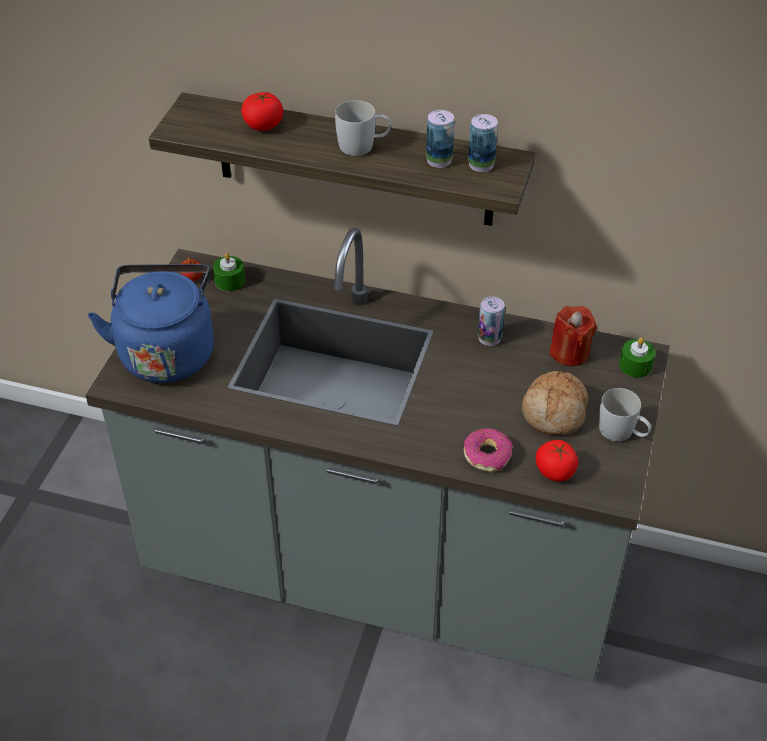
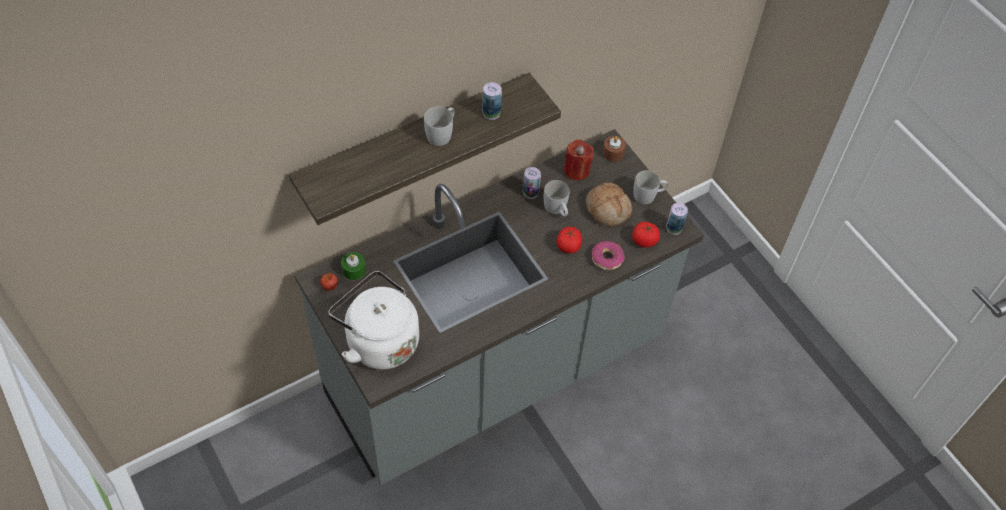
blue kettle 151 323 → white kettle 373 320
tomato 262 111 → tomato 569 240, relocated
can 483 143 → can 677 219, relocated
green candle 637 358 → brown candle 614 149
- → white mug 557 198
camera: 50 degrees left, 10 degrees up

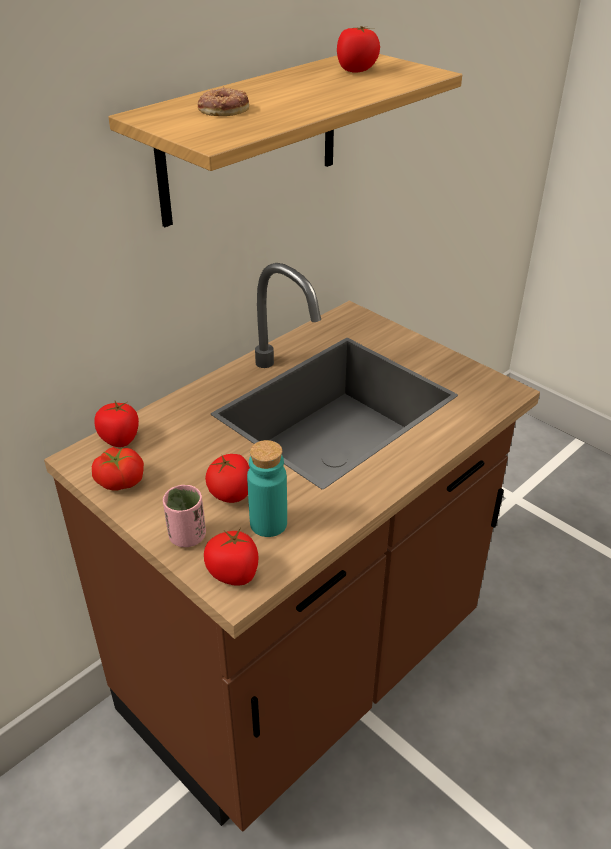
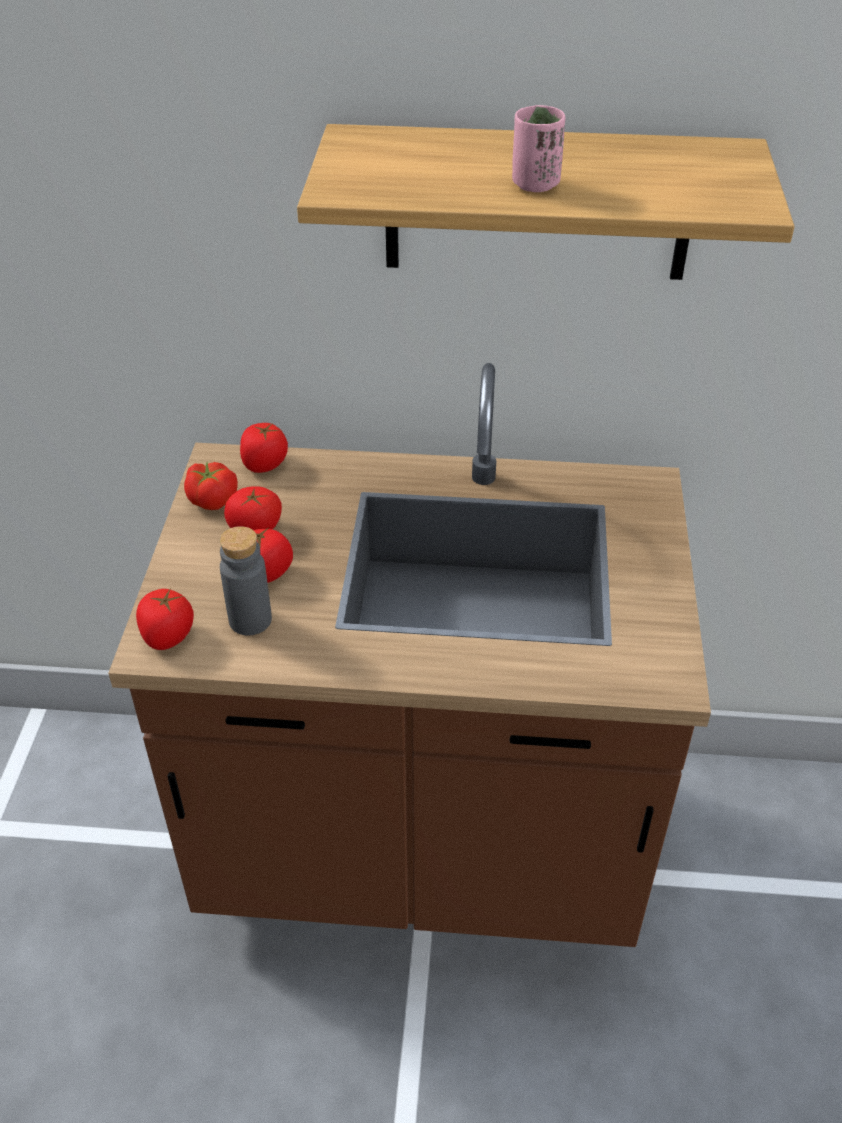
pink cup 184 516 → pink cup 539 148, relocated
donut 223 101 → -
turquoise bottle 267 488 → grey bottle 246 580
tomato 358 49 → tomato 253 508, relocated
camera: 50 degrees right, 5 degrees up

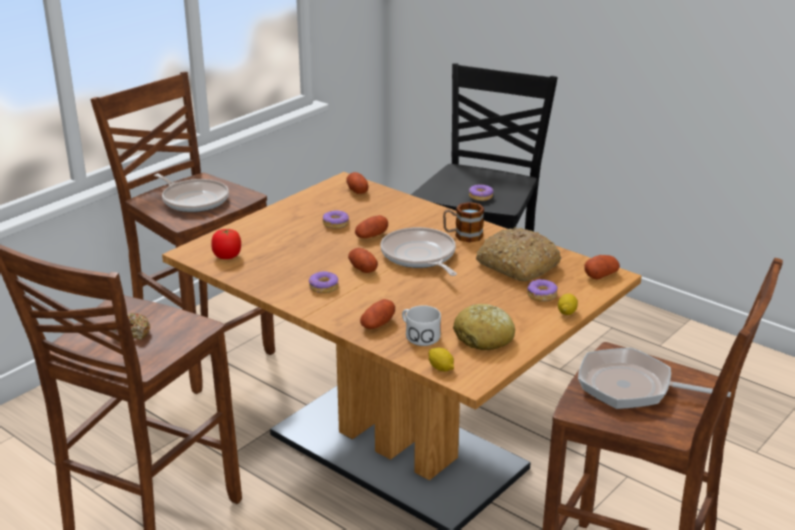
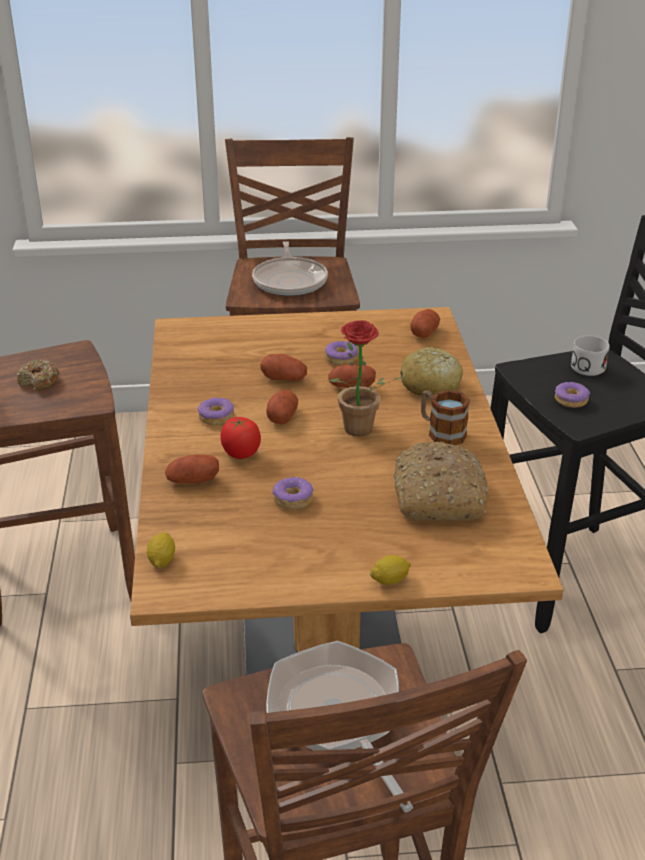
tomato 226 244 → tomato 240 438, relocated
frying pan 418 251 → potted plant 365 378
white mug 421 325 → white mug 590 356, relocated
bread 484 327 → bread 431 372, relocated
donut 542 290 → donut 292 493, relocated
potato 602 267 → potato 283 367, relocated
camera: 45 degrees right, 5 degrees up

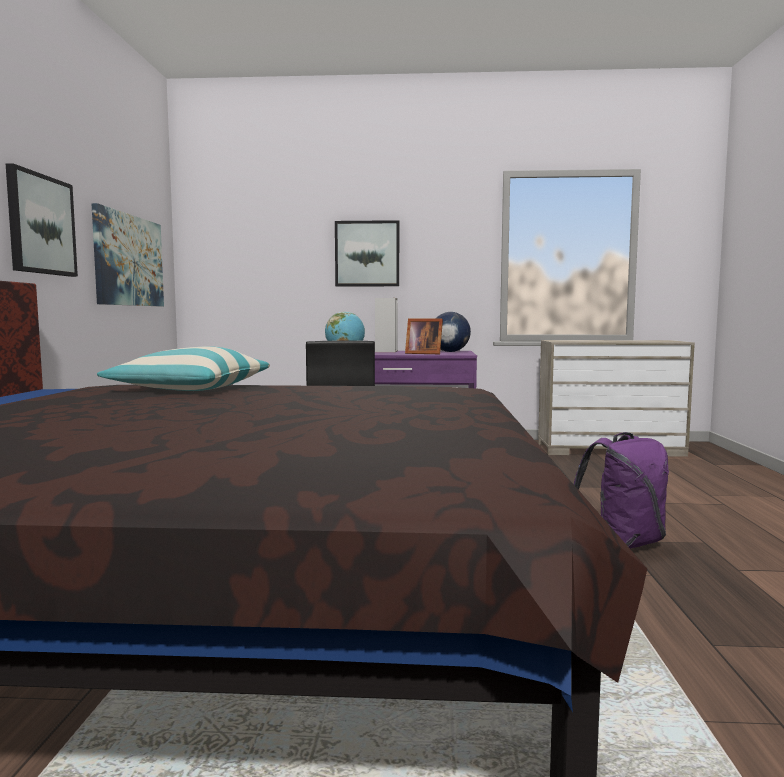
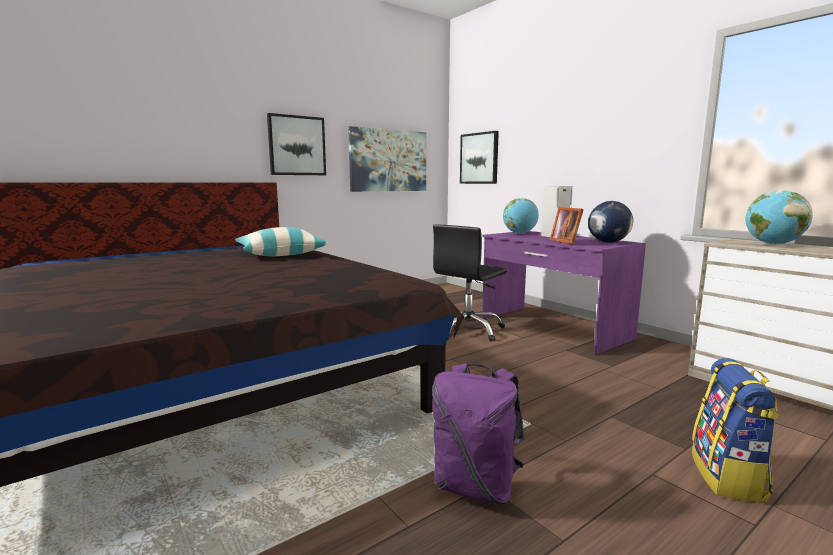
picture 367 253 → picture 479 157, relocated
- → backpack 736 430
- → globe 779 217
camera: 50 degrees right, 5 degrees up

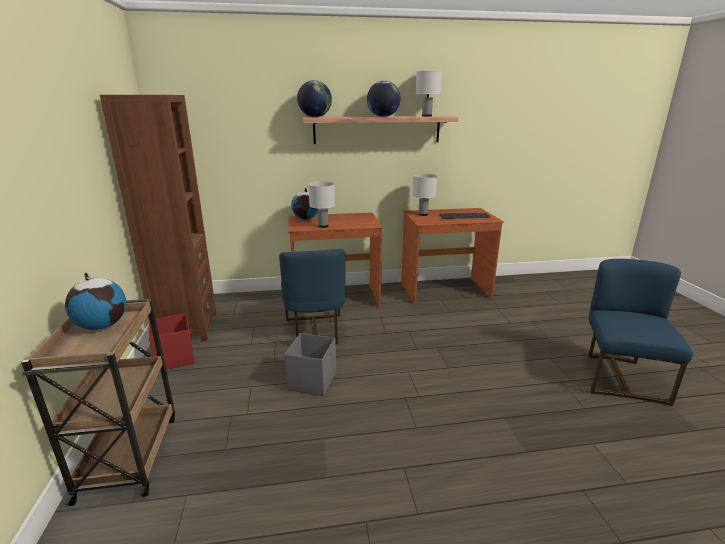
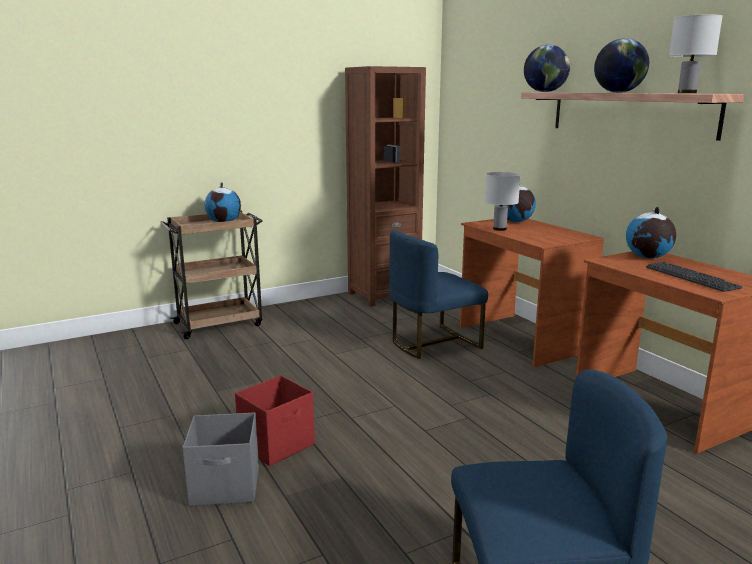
red storage box 172 342 → red storage box 275 420, relocated
grey storage box 310 364 → grey storage box 220 459, relocated
white table lamp 424 195 → globe 651 233
camera: 70 degrees right, 5 degrees down

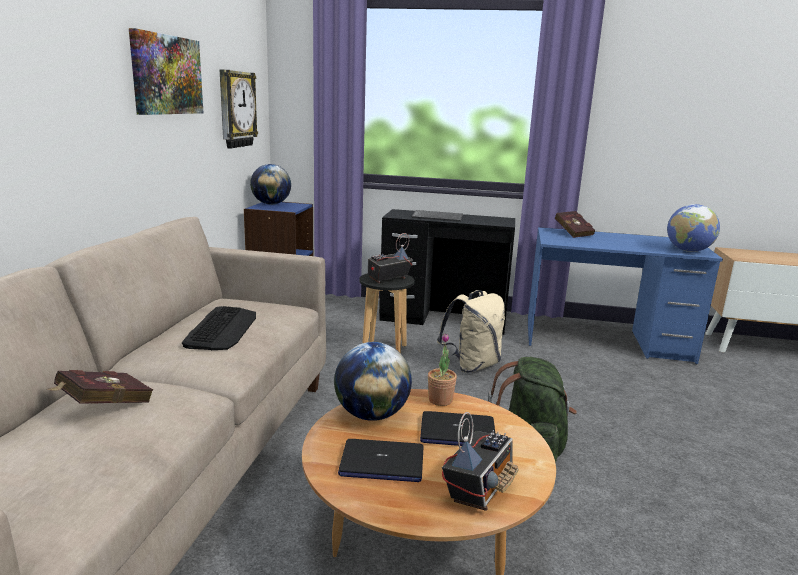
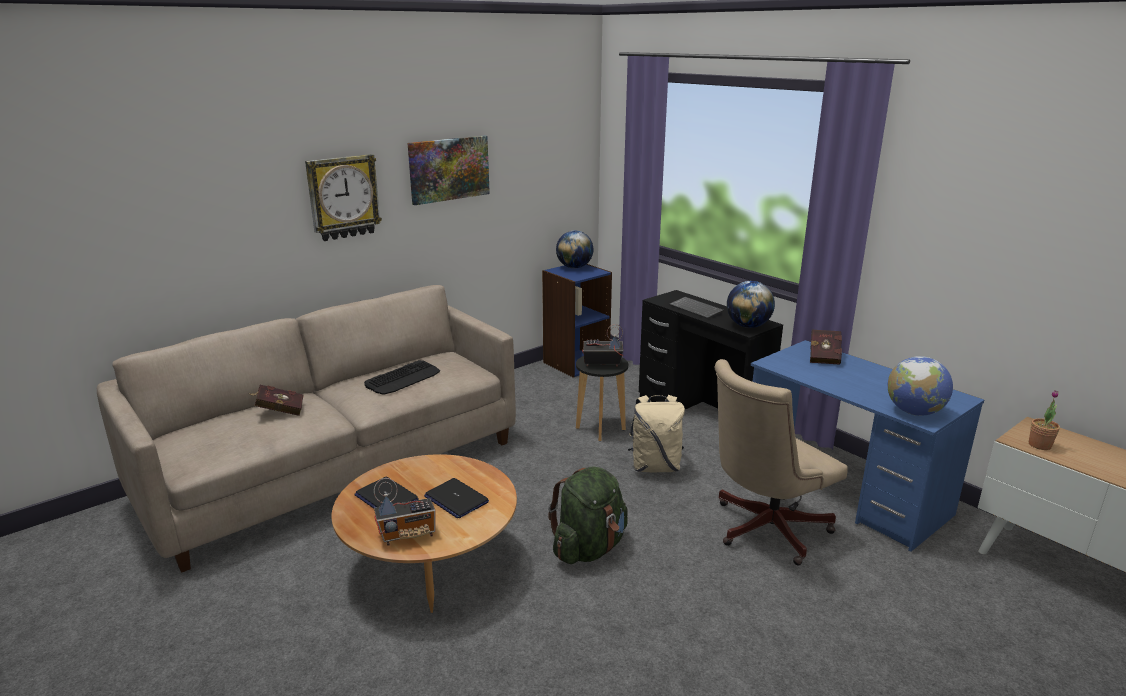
wall clock 239 109 → wall clock 343 197, relocated
globe 373 381 → globe 751 304, relocated
potted plant 442 369 → potted plant 1044 420, relocated
- → beige office chair 781 462
camera: 40 degrees right, 5 degrees up

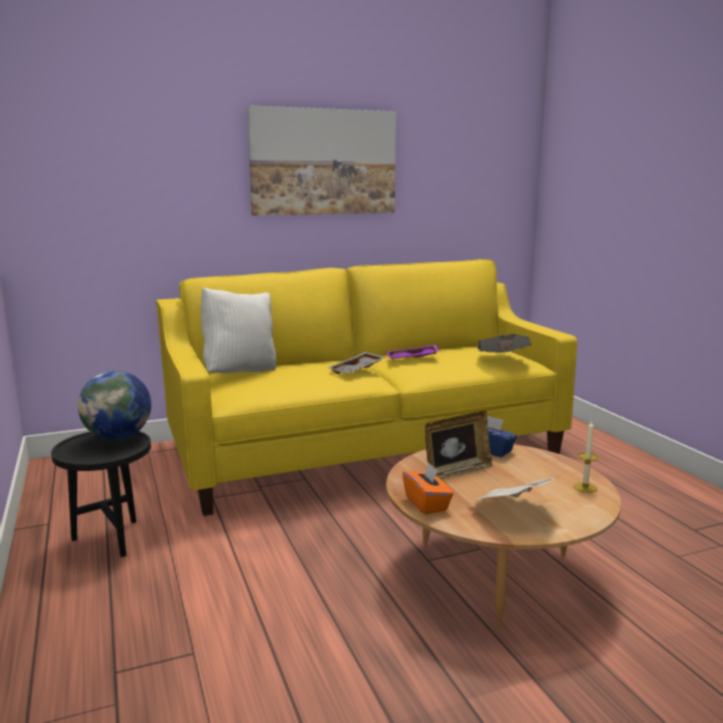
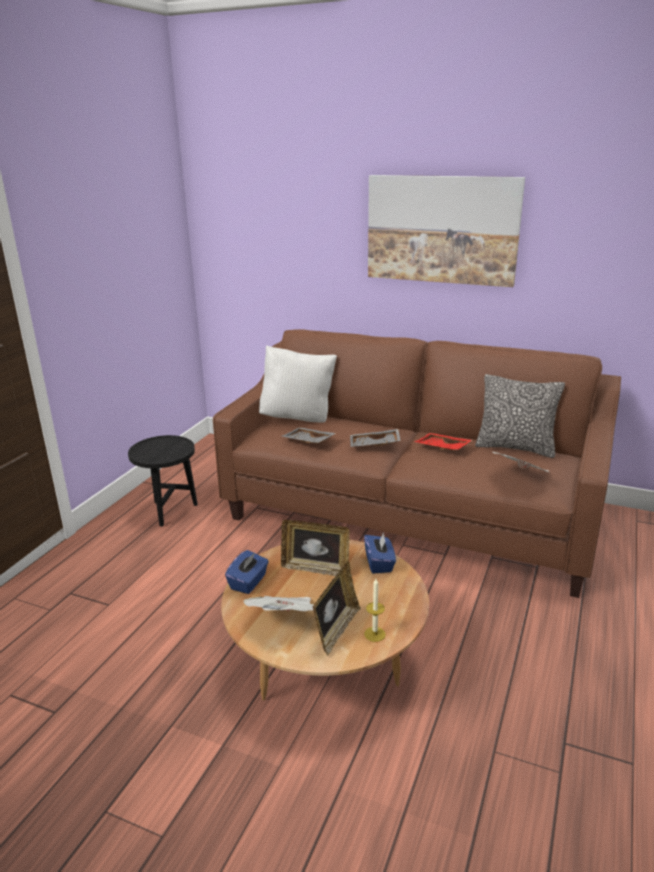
globe 114 405 → -
yellow sofa 366 387 → brown sofa 417 463
purple tray 413 352 → red tray 443 442
orange tissue box 428 489 → blue tissue box 247 572
- → grey tray 309 435
- → picture frame 337 608
- → pillow 520 416
camera: 45 degrees right, 10 degrees up

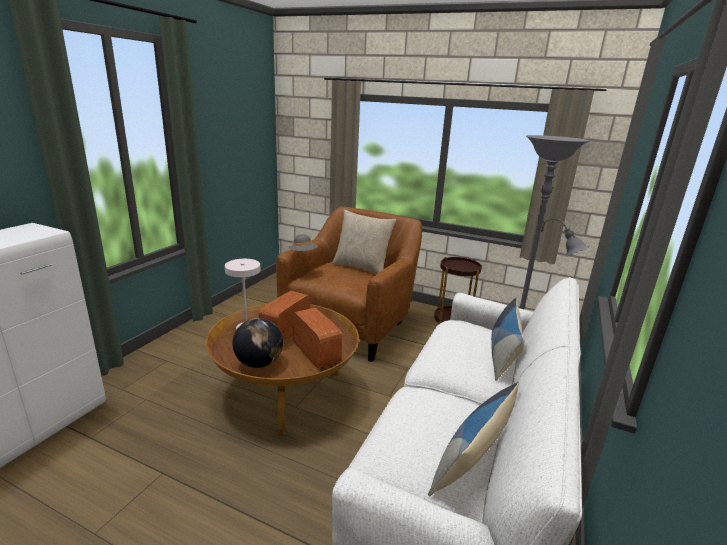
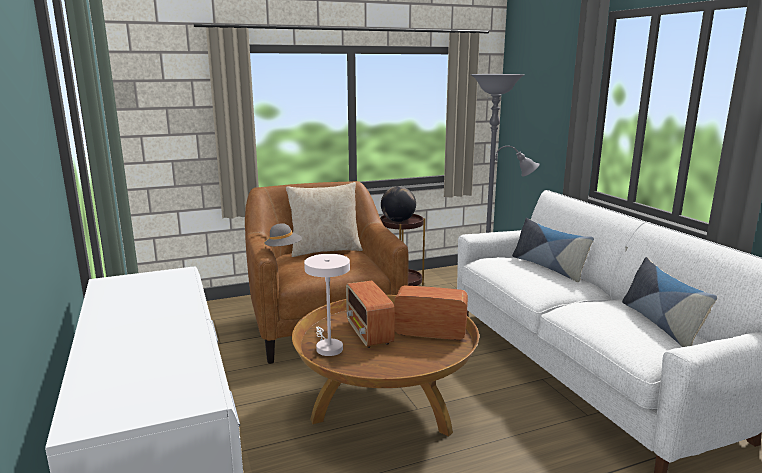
globe 257 343 → globe 398 204, relocated
camera: 45 degrees left, 5 degrees down

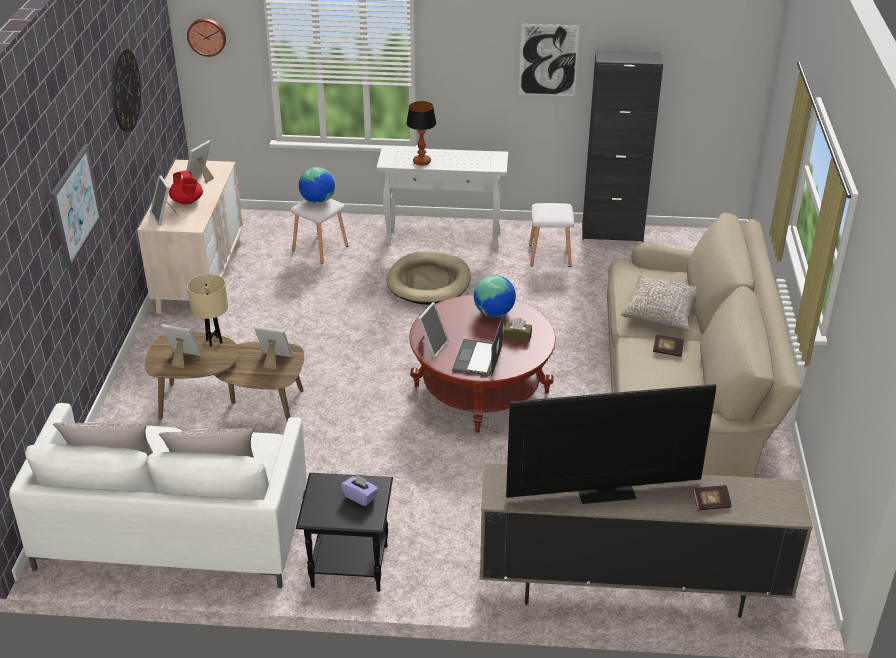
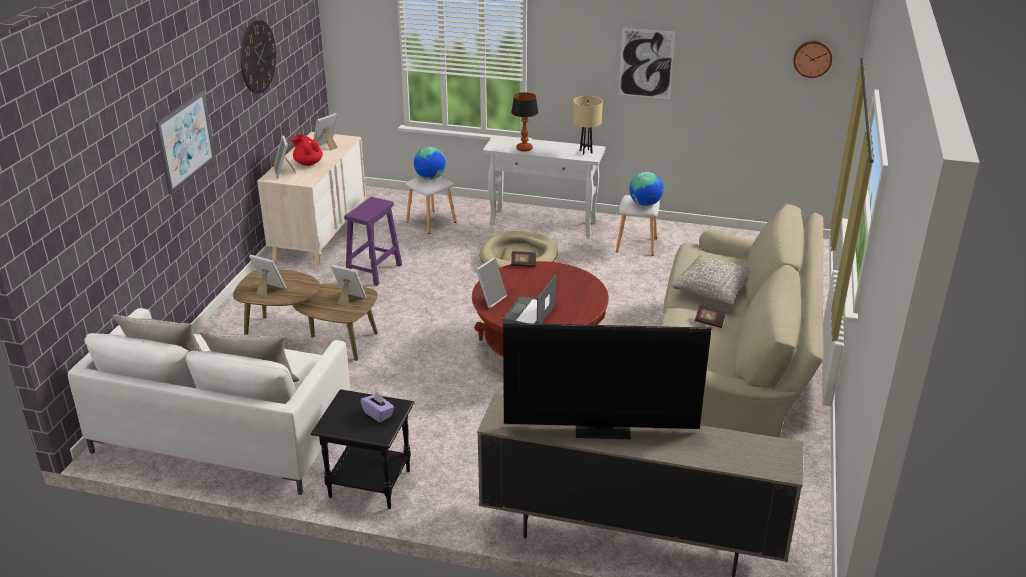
red teapot 186 187 → red teapot 307 150, 150 degrees clockwise
wall clock 206 37 → wall clock 812 59, relocated
beige table lamp 207 310 → beige table lamp 588 125, relocated
globe 495 296 → globe 646 189, relocated
brown tissue box 518 330 → -
black cabinet 622 146 → -
book 712 498 → book 523 259, relocated
- → purple stool 373 241
camera: 10 degrees right, 5 degrees down

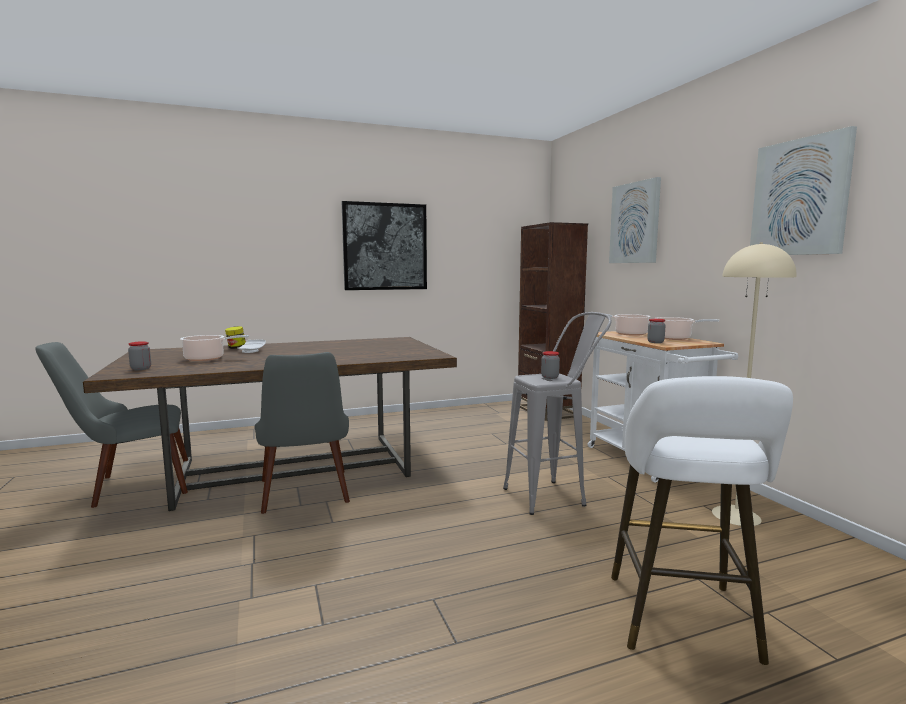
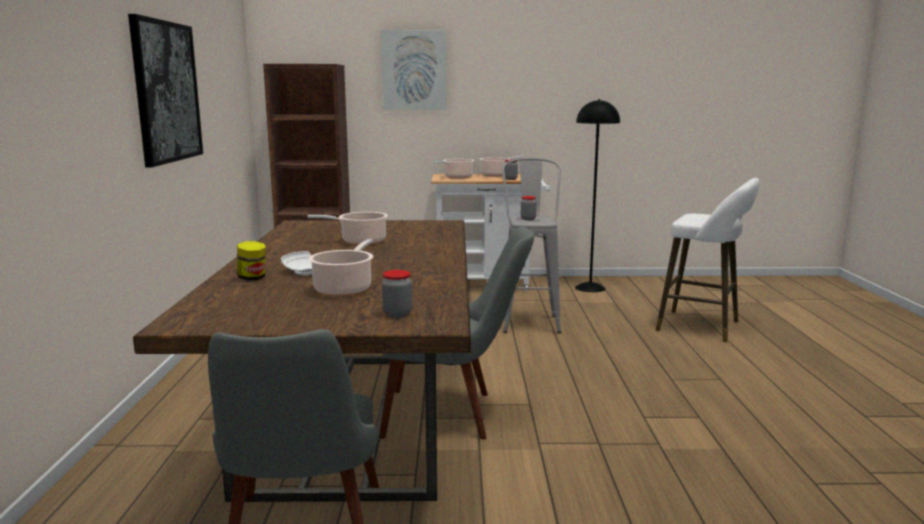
beige floor lamp 754 384 → black floor lamp 597 195
picture 803 190 → -
- → cooking pot 348 228
camera: 70 degrees left, 5 degrees up

